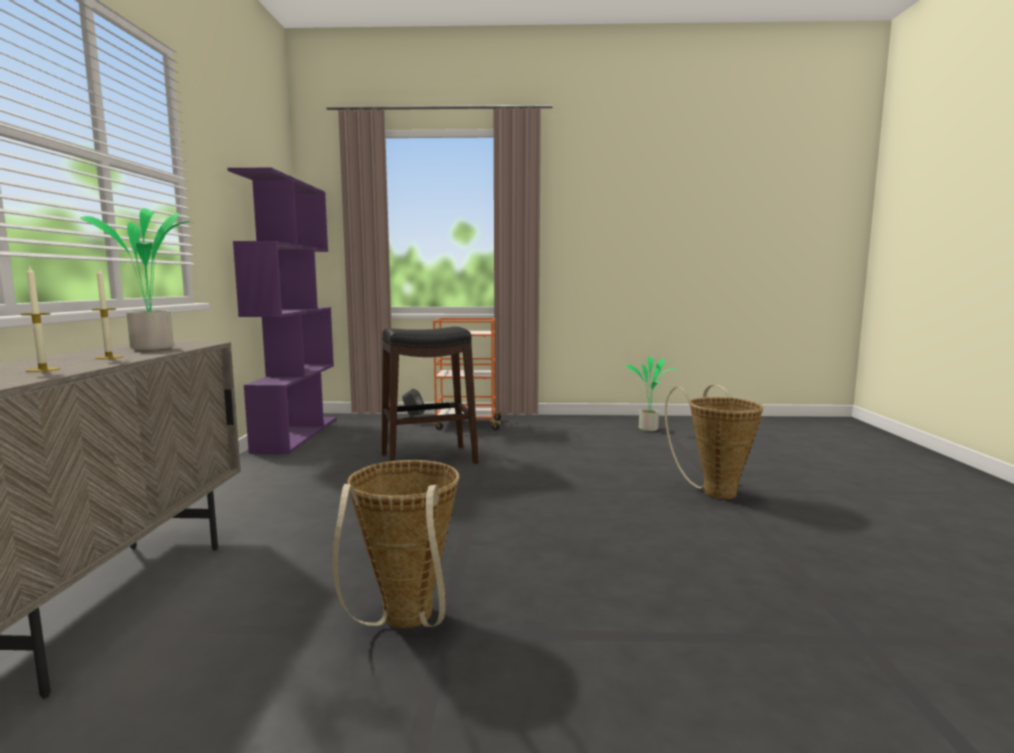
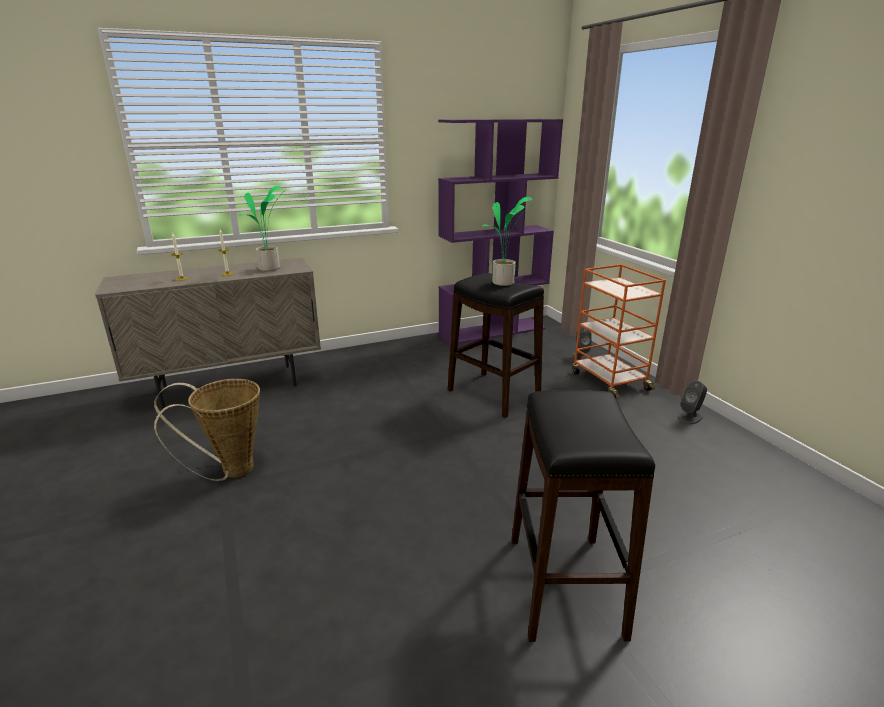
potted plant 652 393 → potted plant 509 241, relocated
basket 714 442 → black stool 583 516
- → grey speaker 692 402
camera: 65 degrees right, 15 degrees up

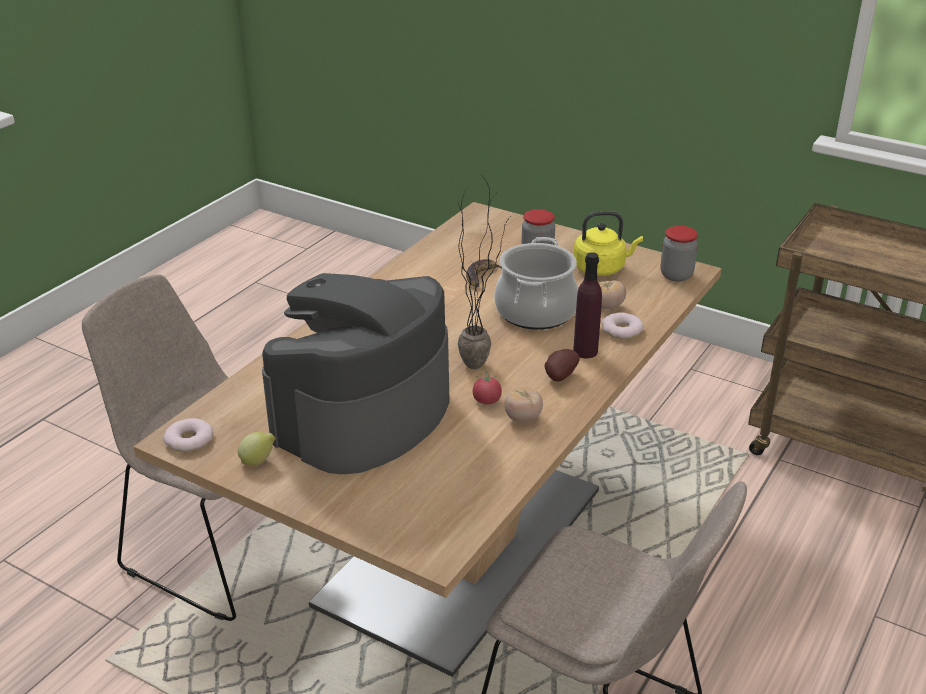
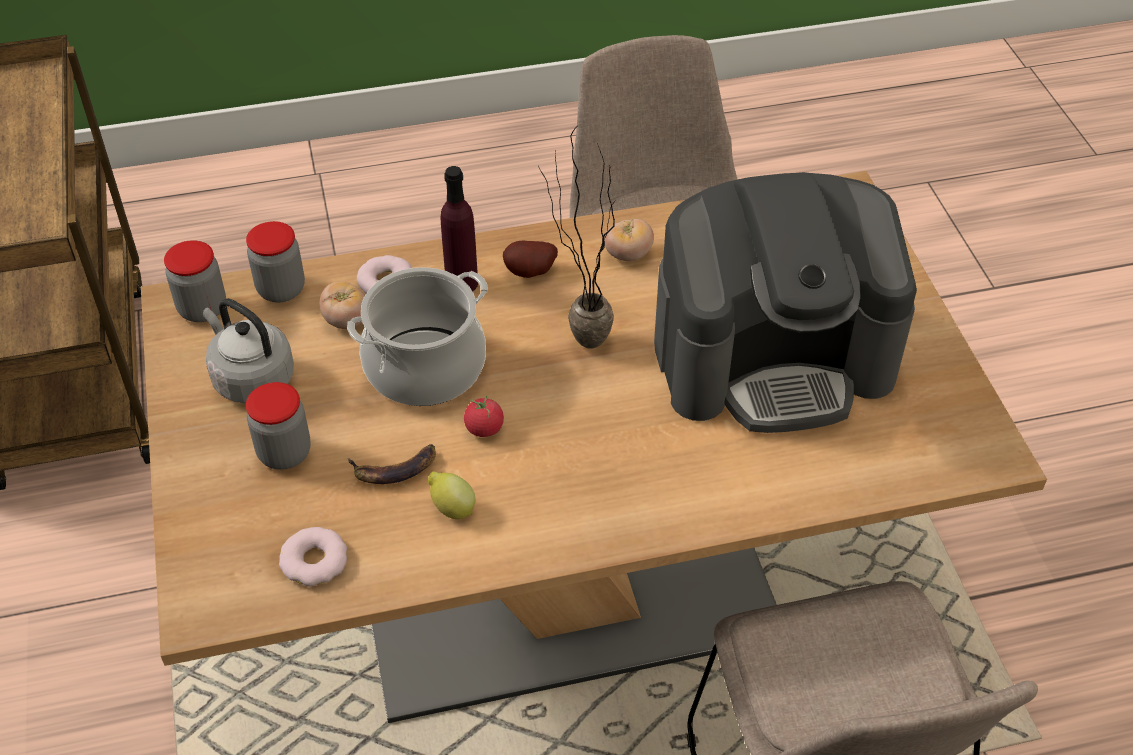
donut 188 435 → donut 313 556, relocated
lemon 257 449 → lemon 452 495, relocated
tomato 487 388 → tomato 484 416, relocated
yellow kettle 608 243 → grey kettle 248 351
- → jar 275 261
camera: 135 degrees left, 15 degrees up

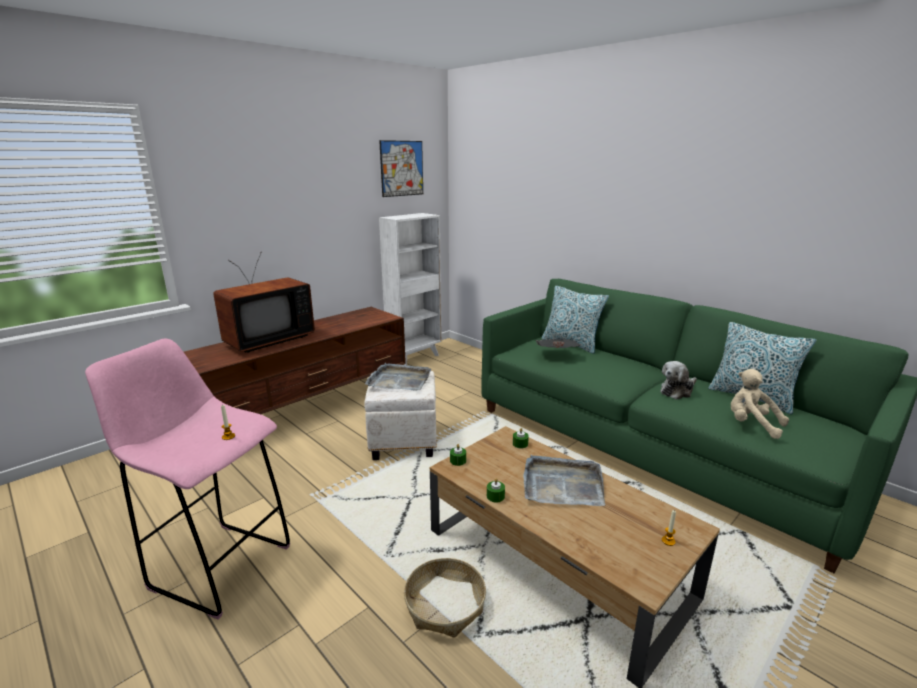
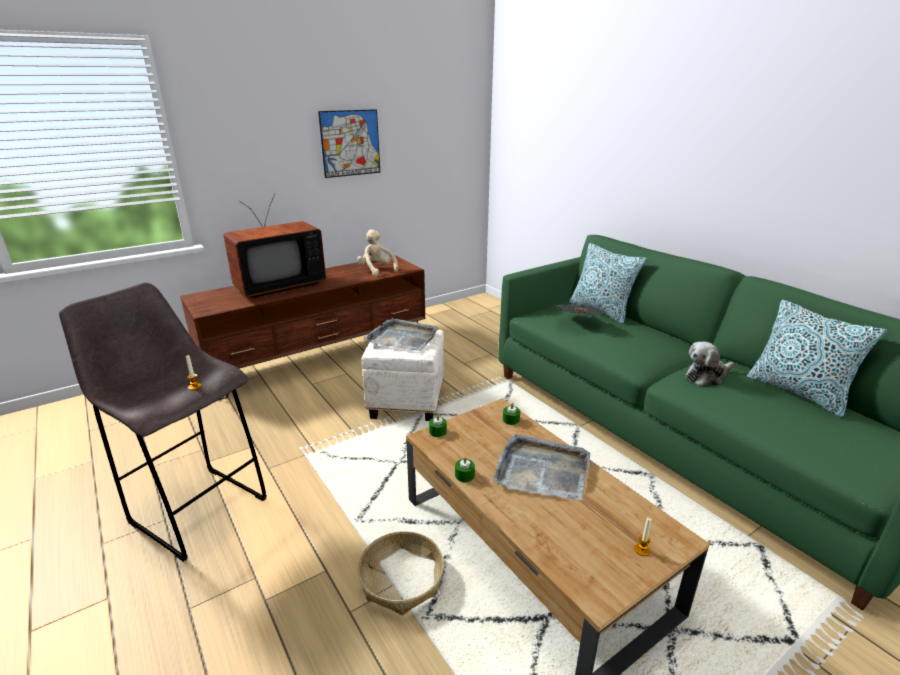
pink stool 188 479 → grey stool 163 422
picture 401 168 → picture 349 143, relocated
white bookcase 410 289 → -
beige plush toy 760 404 → beige plush toy 377 252, relocated
camera: 10 degrees right, 5 degrees up

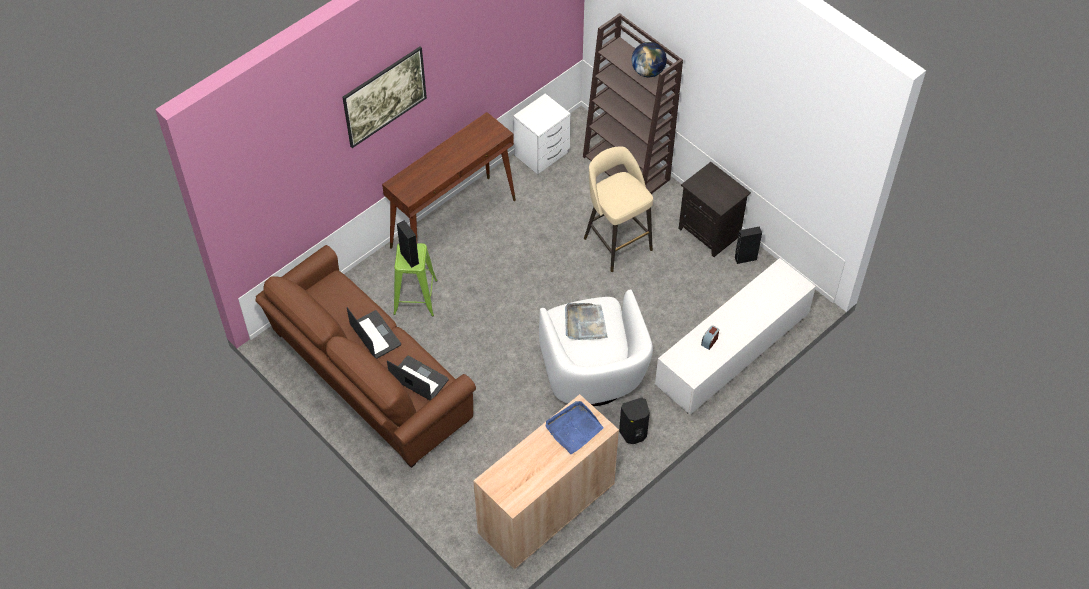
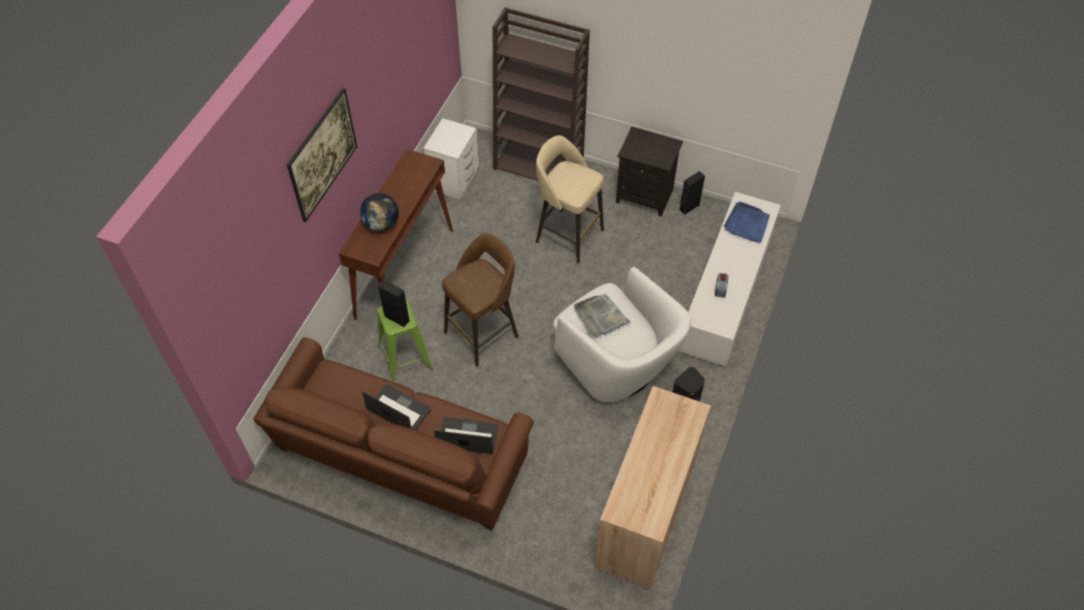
blue tray 575 427 → blue tray 747 222, relocated
globe 649 59 → globe 379 212, relocated
- → brown stool 480 300
camera: 25 degrees left, 0 degrees up

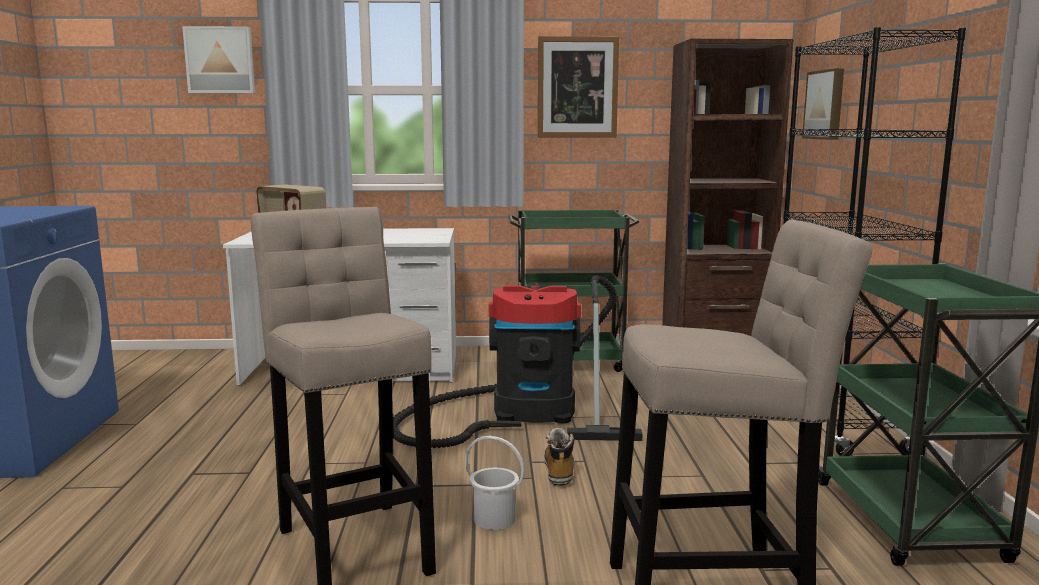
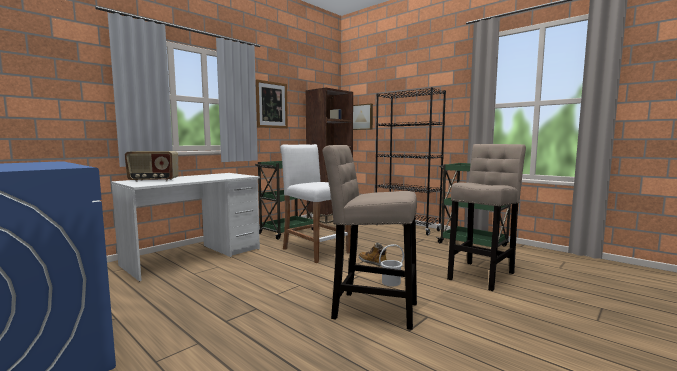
picture 218 59 → -
vacuum cleaner 517 362 → white stool 315 203
camera: 45 degrees left, 5 degrees down

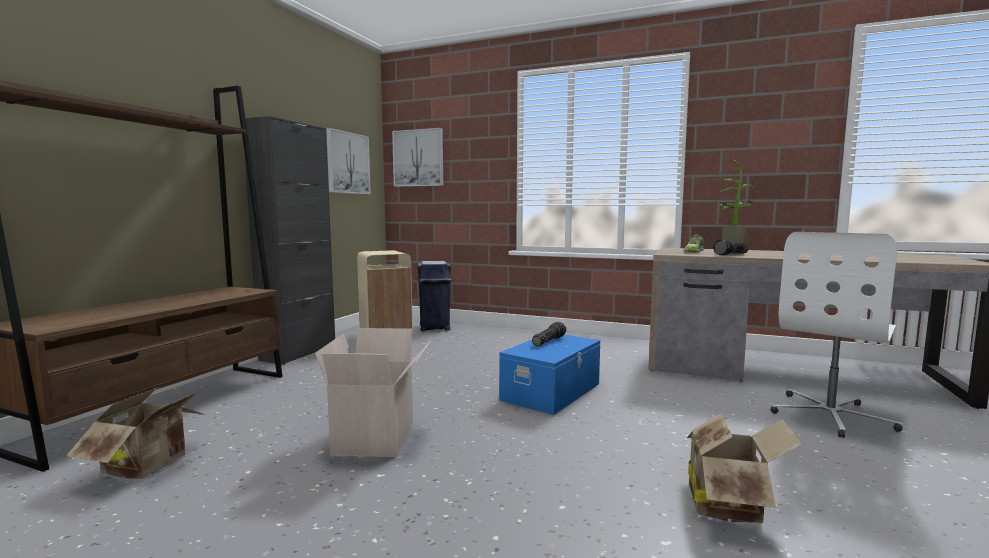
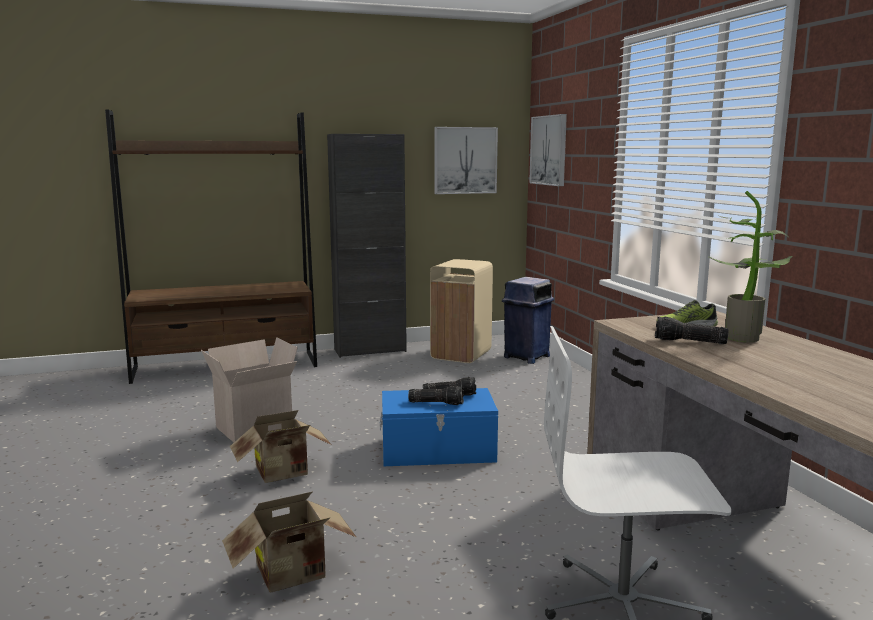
cardboard box 136 433 → cardboard box 280 446, relocated
- → flashlight 436 395
camera: 50 degrees right, 5 degrees up

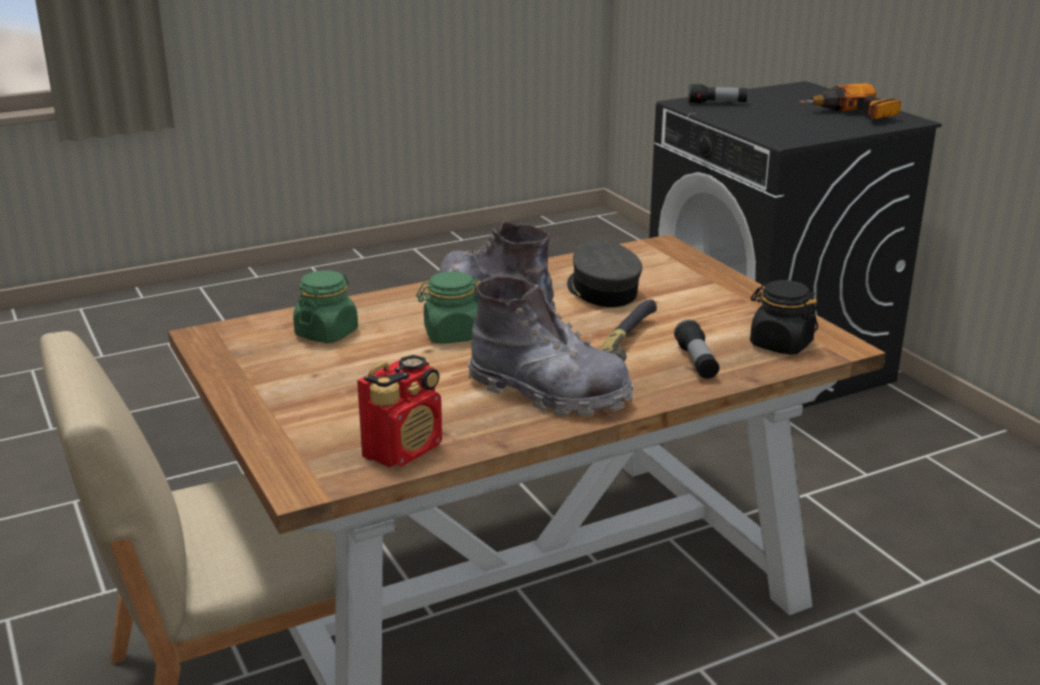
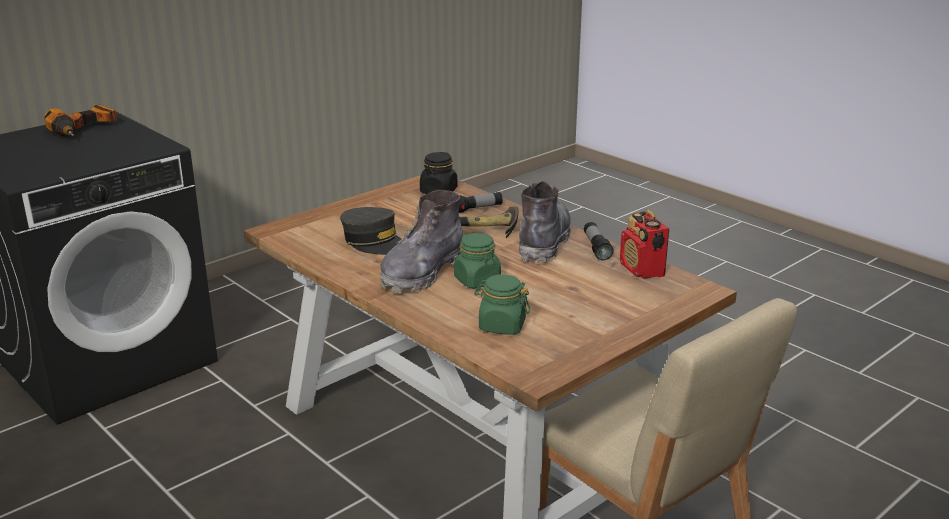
radio 399 411 → radio 644 244, 135 degrees counterclockwise
grey cap 604 273 → grey cap 370 231, 105 degrees counterclockwise
flashlight 717 93 → flashlight 599 241, relocated
camera: 105 degrees left, 0 degrees up

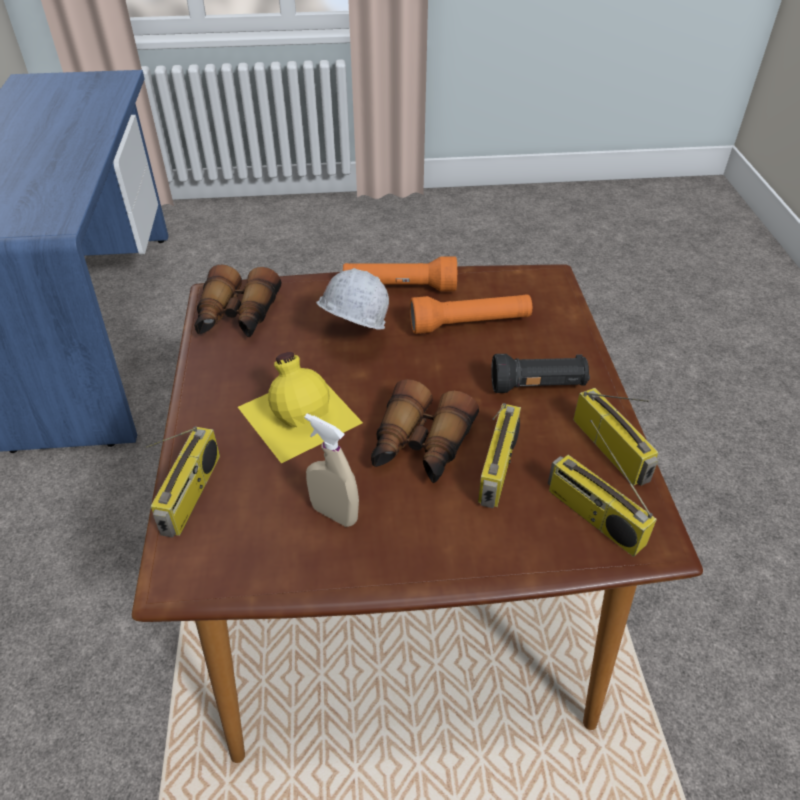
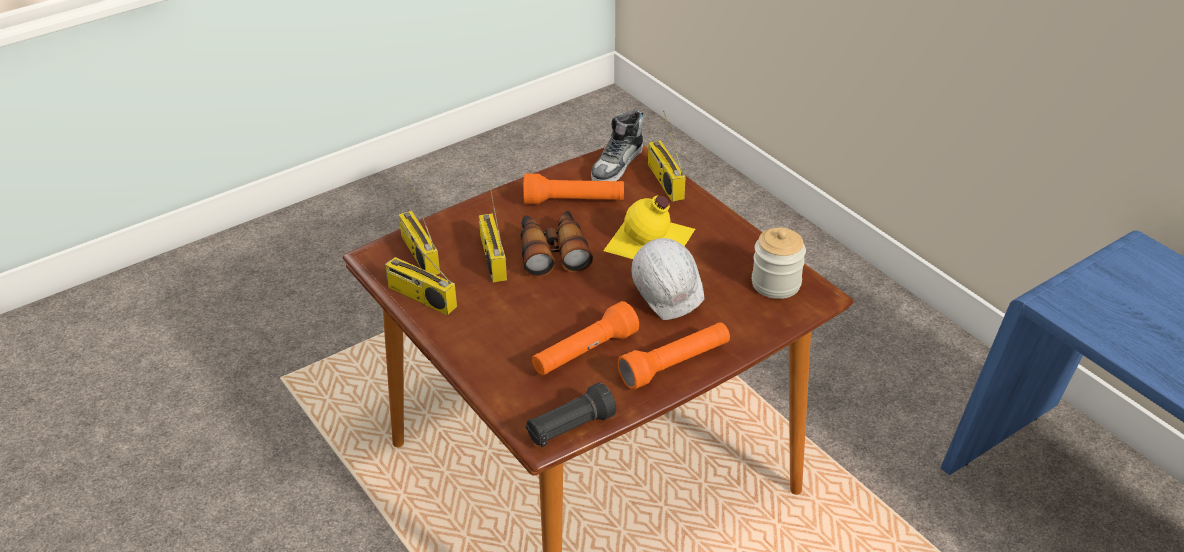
binoculars 237 301 → jar 779 263
beige spray bottle 332 470 → orange flashlight 573 189
black flashlight 540 373 → black flashlight 571 415, relocated
radio 602 488 → radio 419 227, 135 degrees counterclockwise
- → shoe 617 146
camera: 150 degrees right, 5 degrees down

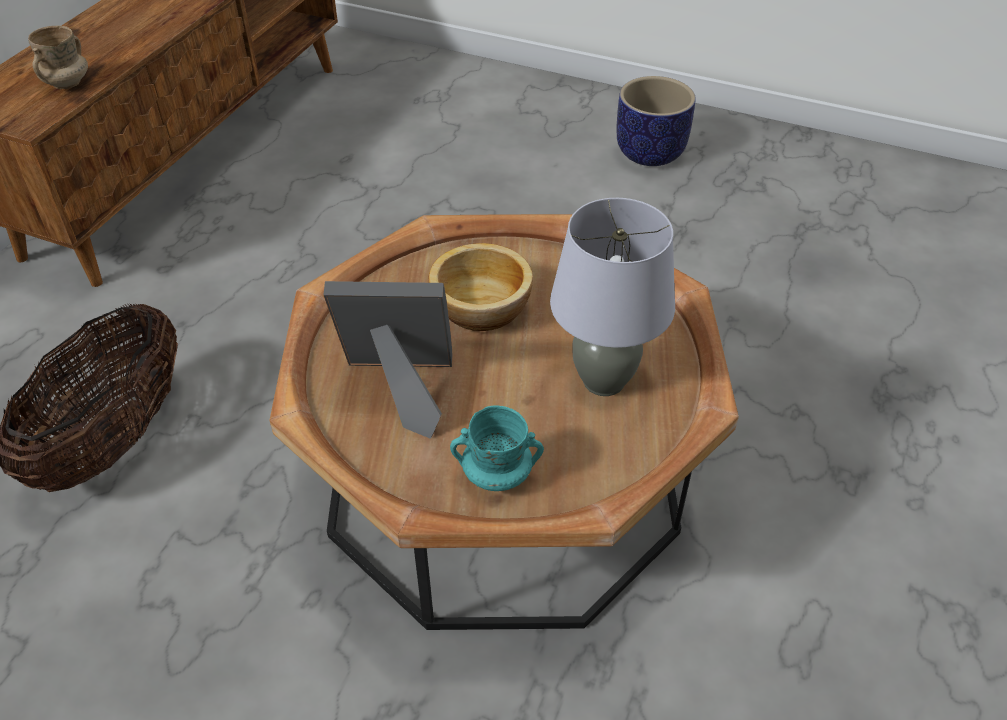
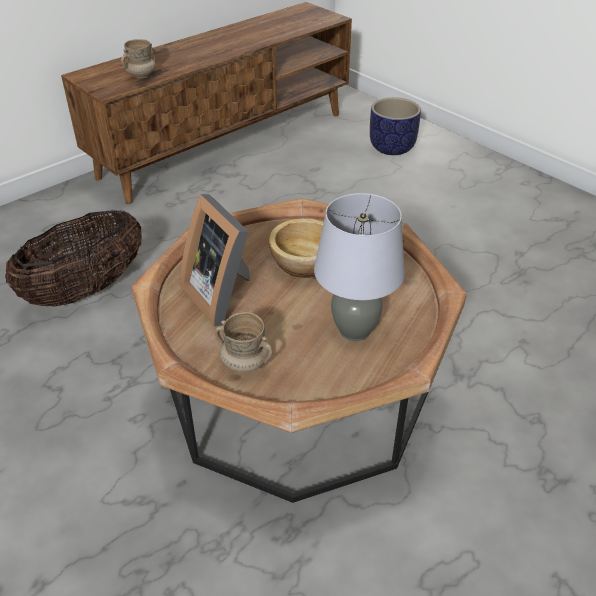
picture frame 388 360 → picture frame 215 260, 150 degrees counterclockwise
turquoise mug 497 448 → beige mug 244 342
planter 656 121 → planter 395 126, relocated
camera: 25 degrees right, 5 degrees down

